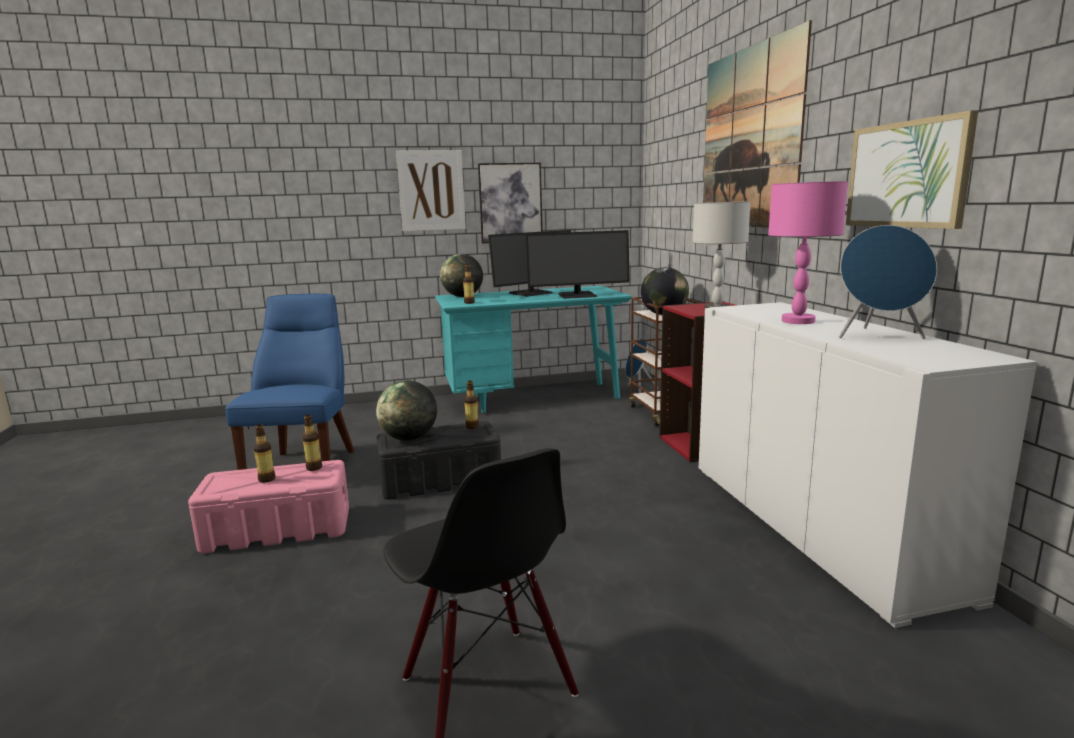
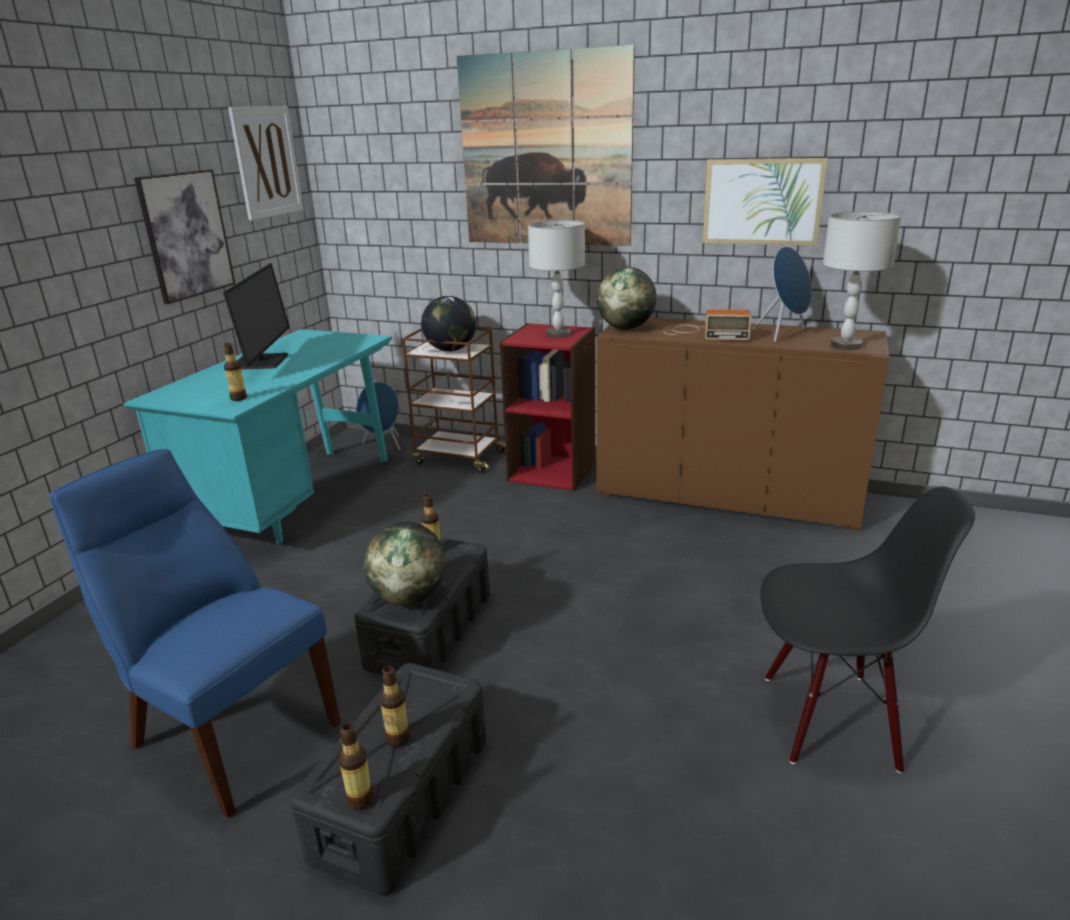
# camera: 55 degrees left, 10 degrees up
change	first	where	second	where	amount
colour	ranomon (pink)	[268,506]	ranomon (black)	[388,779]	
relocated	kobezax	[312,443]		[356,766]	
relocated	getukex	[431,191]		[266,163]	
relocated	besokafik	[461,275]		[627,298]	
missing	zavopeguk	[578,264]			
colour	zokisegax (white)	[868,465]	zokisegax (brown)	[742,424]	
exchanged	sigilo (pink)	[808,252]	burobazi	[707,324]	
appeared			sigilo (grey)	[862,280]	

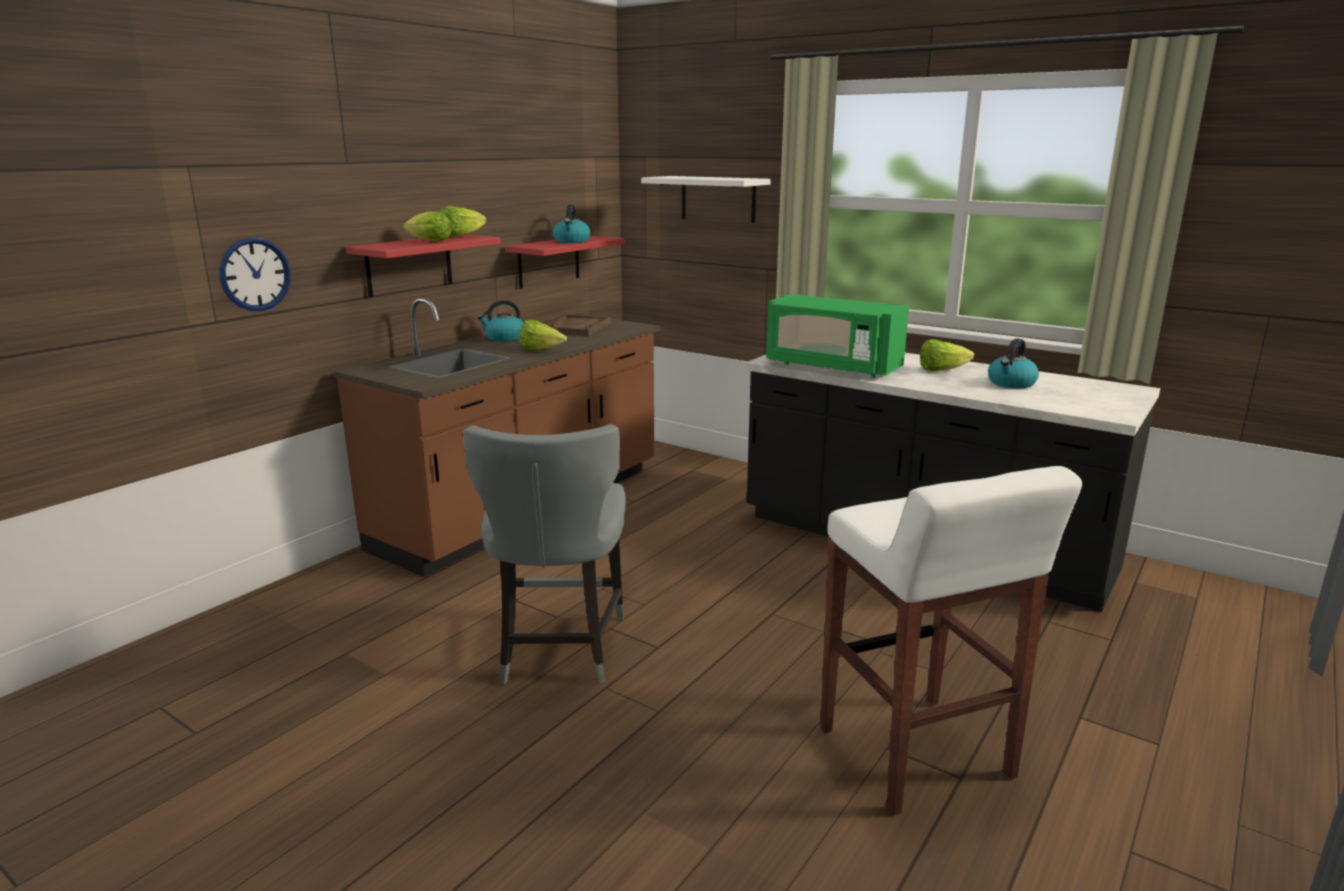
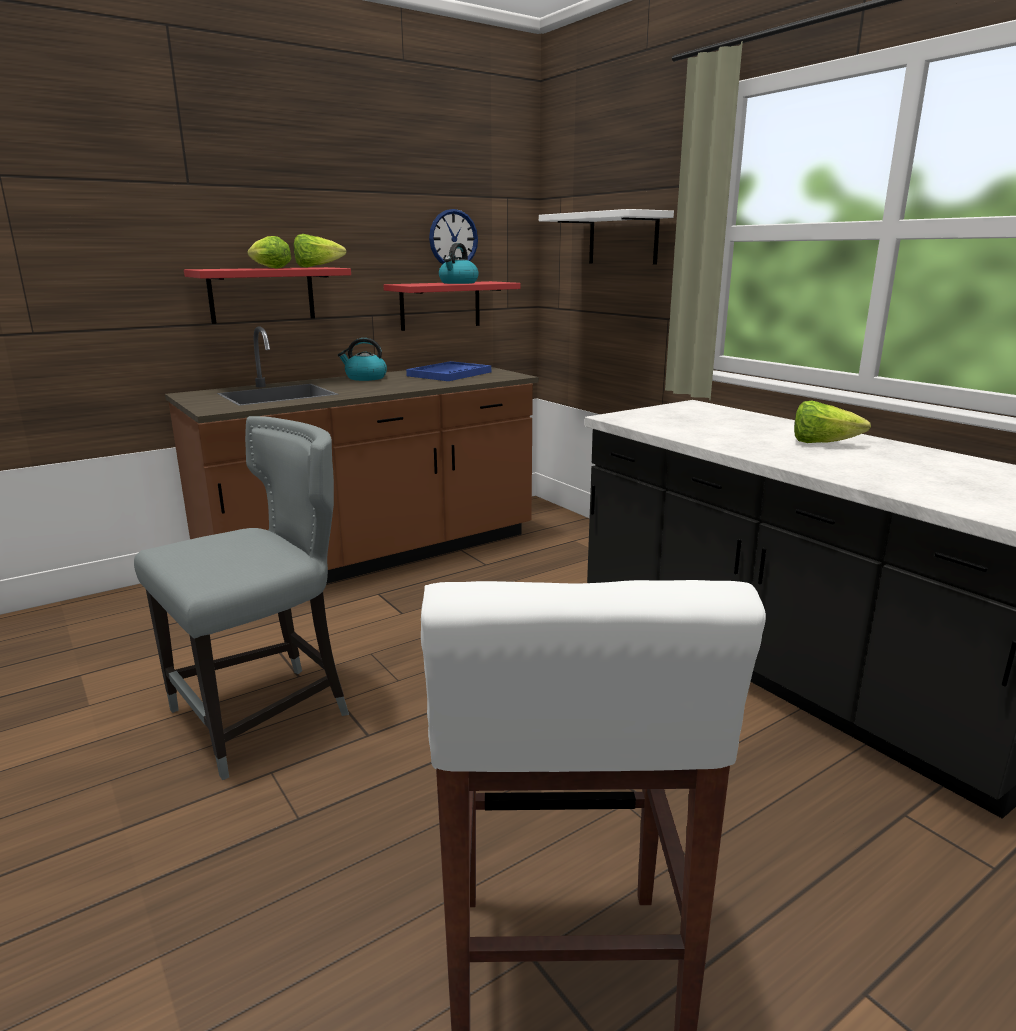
# camera: 20 degrees right, 0 degrees up
change	first	where	second	where	amount
relocated	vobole	[255,274]		[453,236]	
spun	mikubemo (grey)	[544,554]		[241,598]	150 degrees counterclockwise
missing	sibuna	[543,335]			
colour	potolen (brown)	[578,325]	potolen (blue)	[448,371]	
missing	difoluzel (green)	[837,336]			
missing	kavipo	[1013,363]			

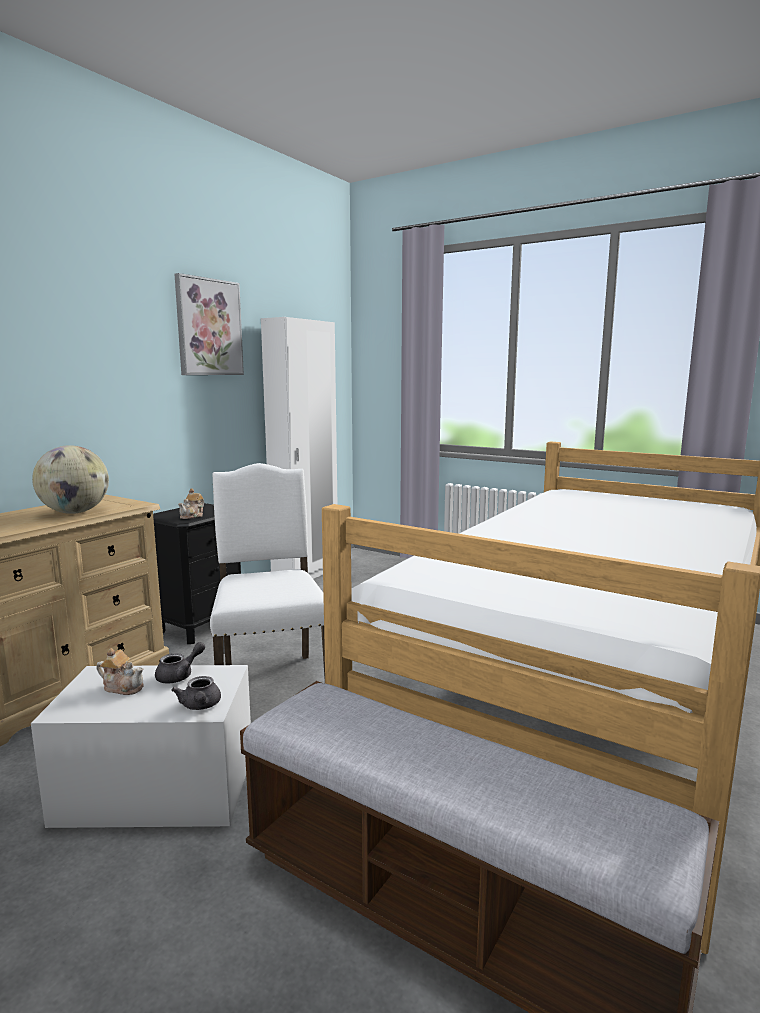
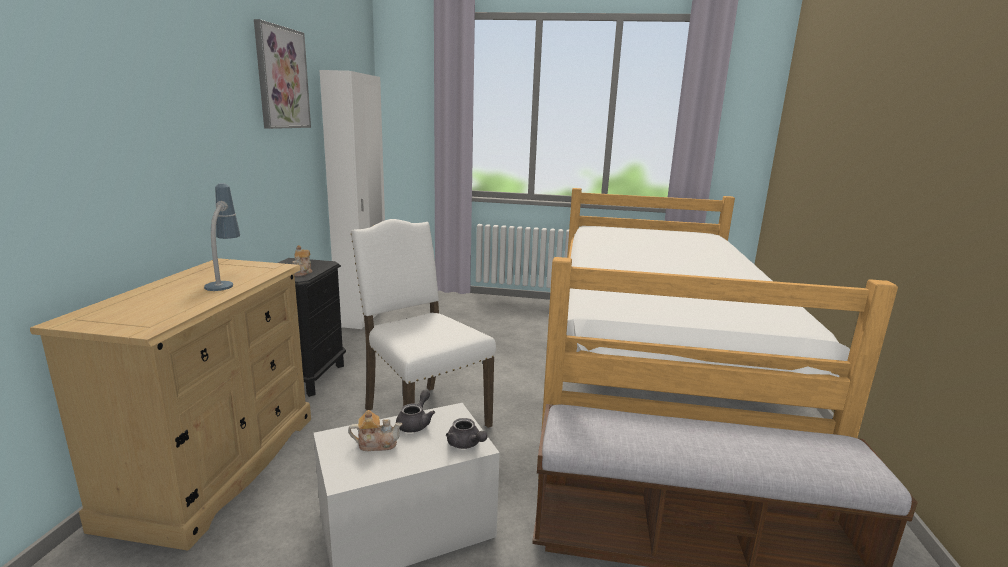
# camera: 25 degrees left, 5 degrees up
change	first	where	second	where	amount
exchanged	besokafik	[70,479]	sigilo	[222,237]	

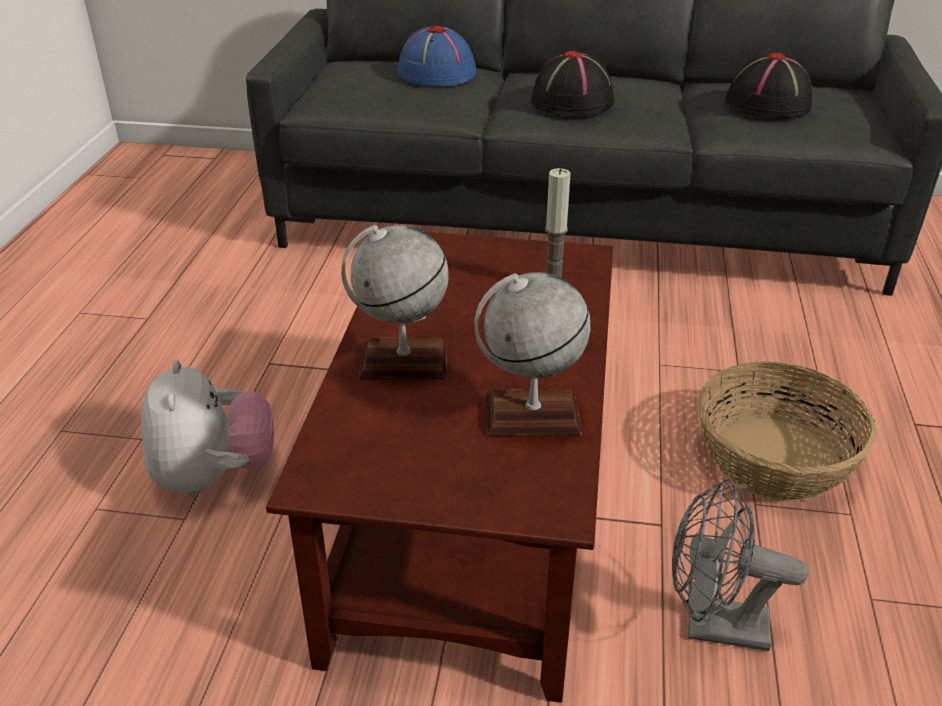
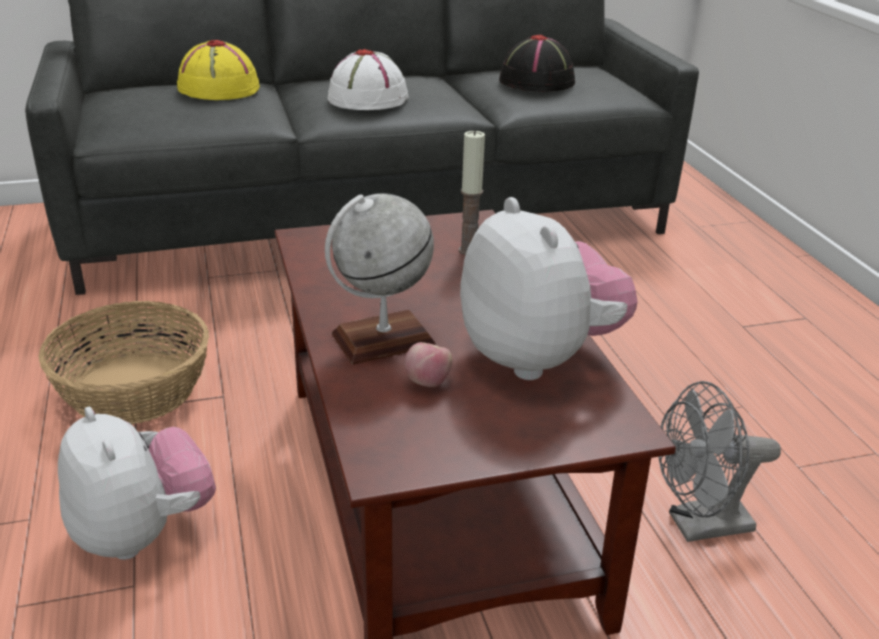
# camera: 25 degrees left, 5 degrees down
change	first	where	second	where	amount
colour	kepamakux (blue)	[437,56]	kepamakux (yellow)	[218,70]	
exchanged	besokafik	[533,354]	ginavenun	[548,288]	
colour	kepamakux (black)	[572,83]	kepamakux (white)	[367,79]	
relocated	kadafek	[787,431]		[123,362]	
appeared			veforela	[428,364]	

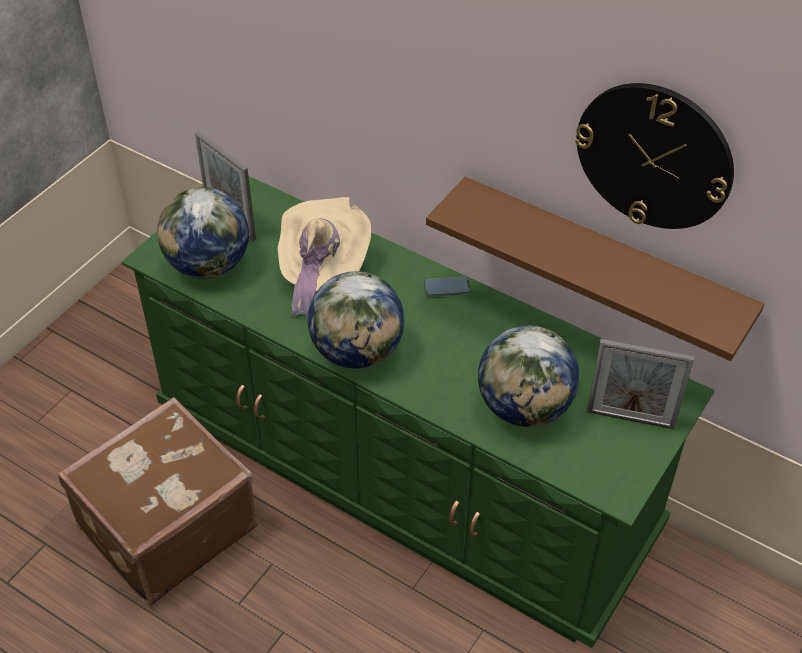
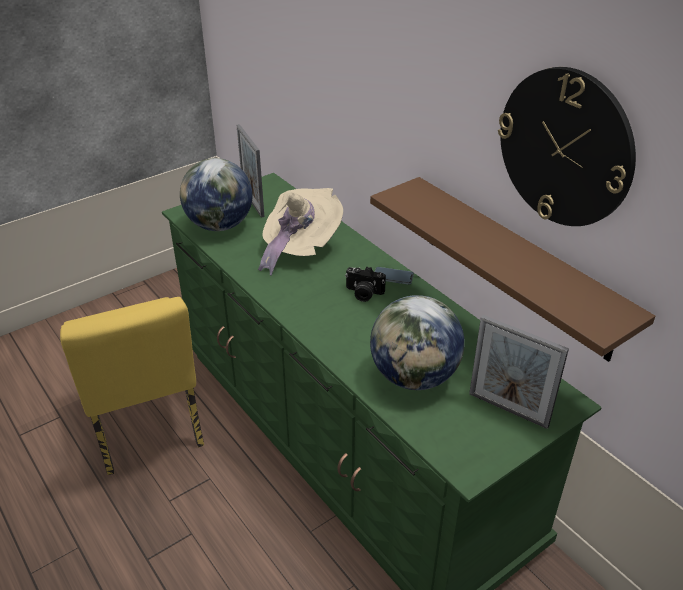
# camera: 20 degrees right, 10 degrees down
change	first	where	second	where	amount
exchanged	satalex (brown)	[158,501]	mikubemo (yellow)	[132,386]	
missing	besokafik	[355,320]			
appeared			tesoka	[365,284]	

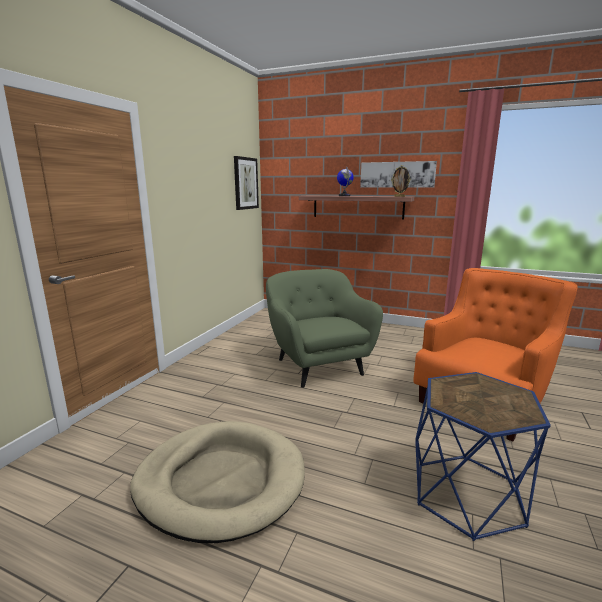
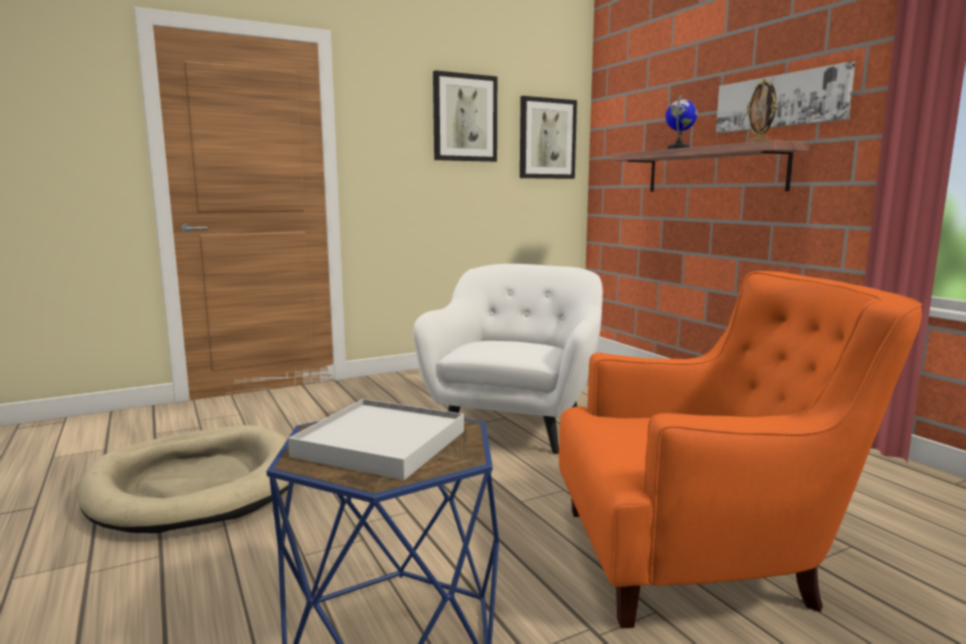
# camera: 40 degrees right, 5 degrees down
change	first	where	second	where	amount
colour	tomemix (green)	[324,328]	tomemix (white)	[508,359]	
appeared			potolen (white)	[376,439]	
appeared			getukex	[465,116]	

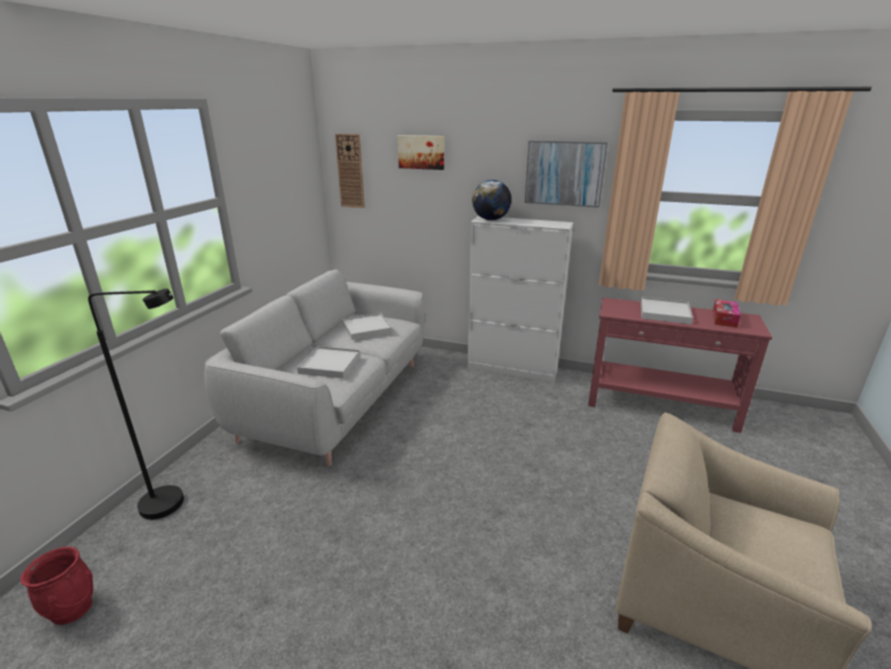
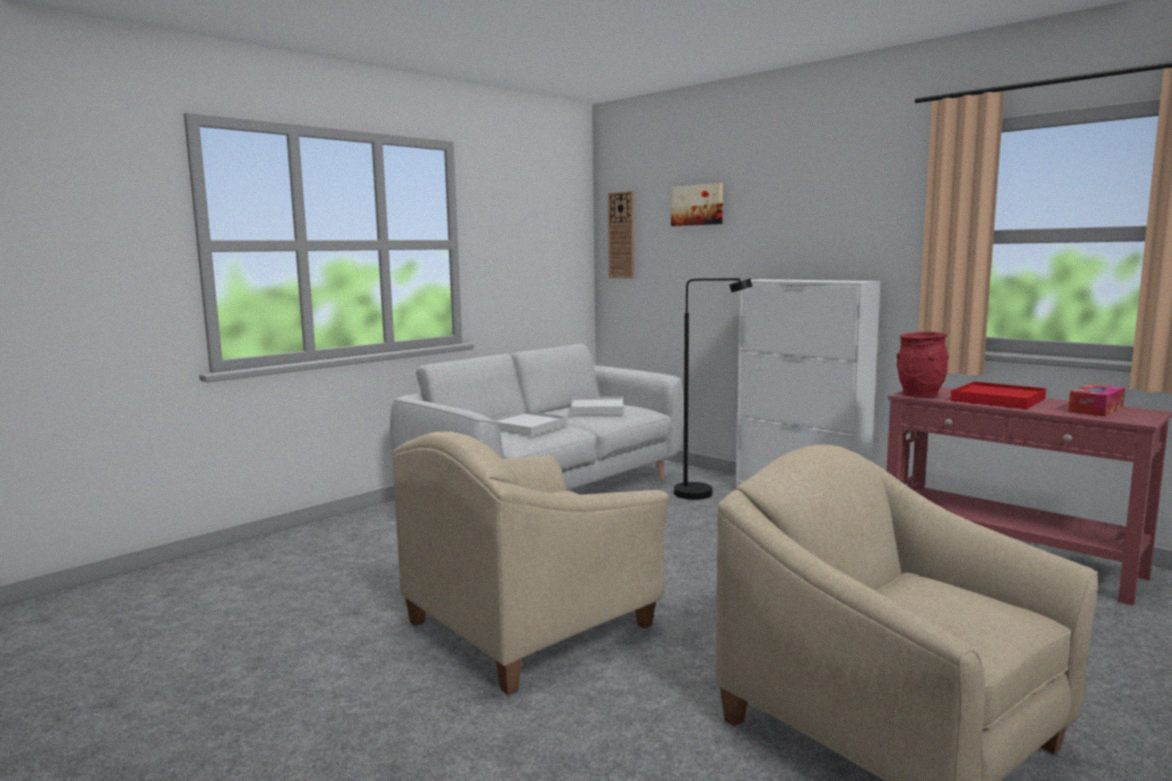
# camera: 25 degrees right, 15 degrees down
change	first	where	second	where	amount
relocated	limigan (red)	[57,585]		[922,364]	
relocated	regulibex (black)	[136,404]		[713,389]	
missing	besokafik	[492,200]			
missing	getukex	[566,174]			
colour	potolen (white)	[667,311]	potolen (red)	[998,395]	
appeared			tomemix (beige)	[530,563]	

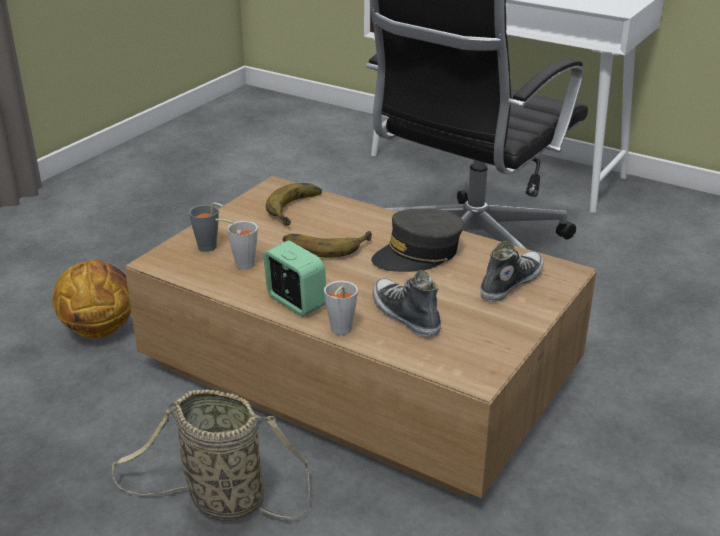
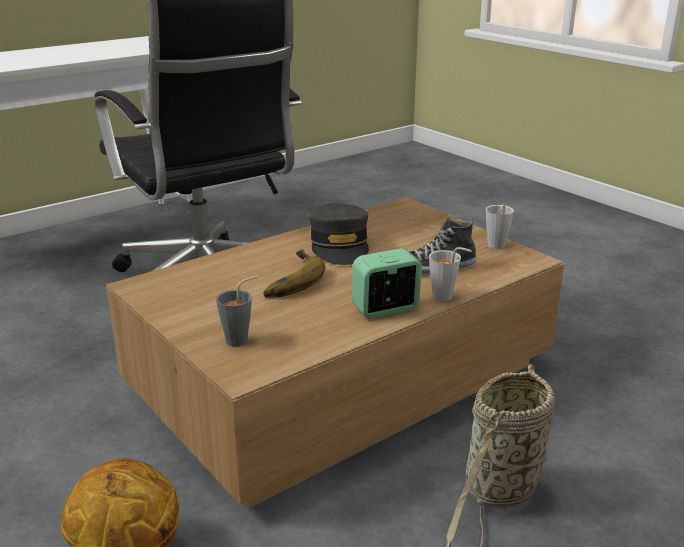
# camera: 70 degrees left, 5 degrees down
change	first	where	second	where	amount
relocated	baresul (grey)	[237,244]		[500,226]	
missing	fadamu	[294,204]			
missing	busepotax	[512,271]			

